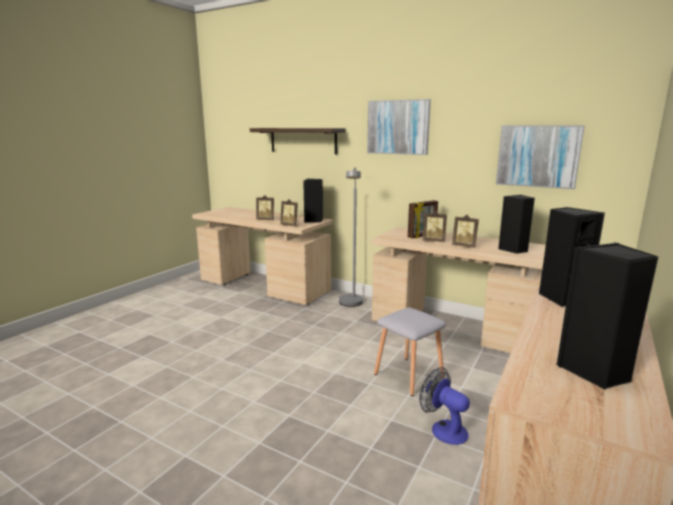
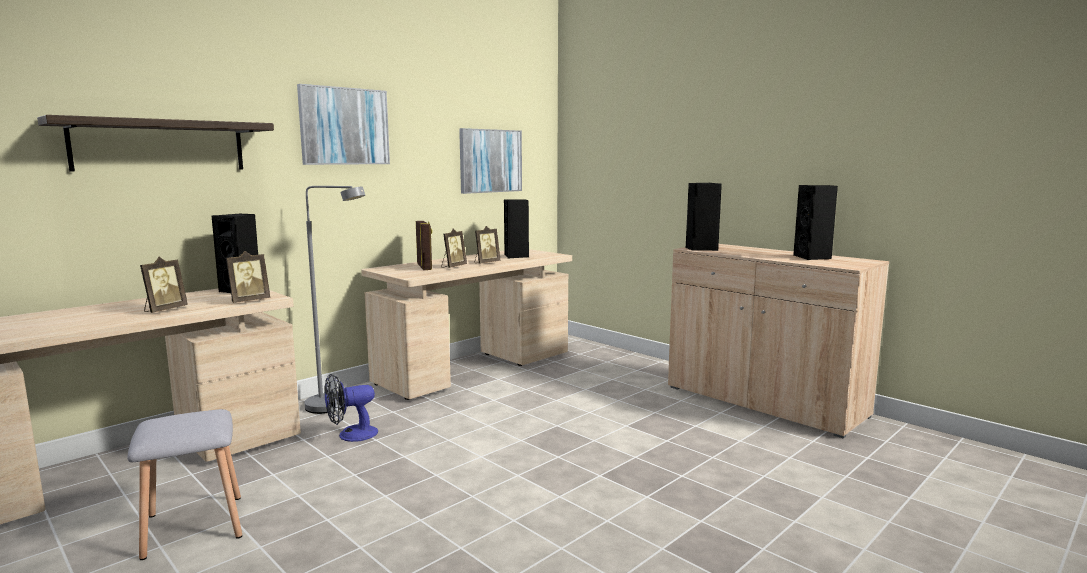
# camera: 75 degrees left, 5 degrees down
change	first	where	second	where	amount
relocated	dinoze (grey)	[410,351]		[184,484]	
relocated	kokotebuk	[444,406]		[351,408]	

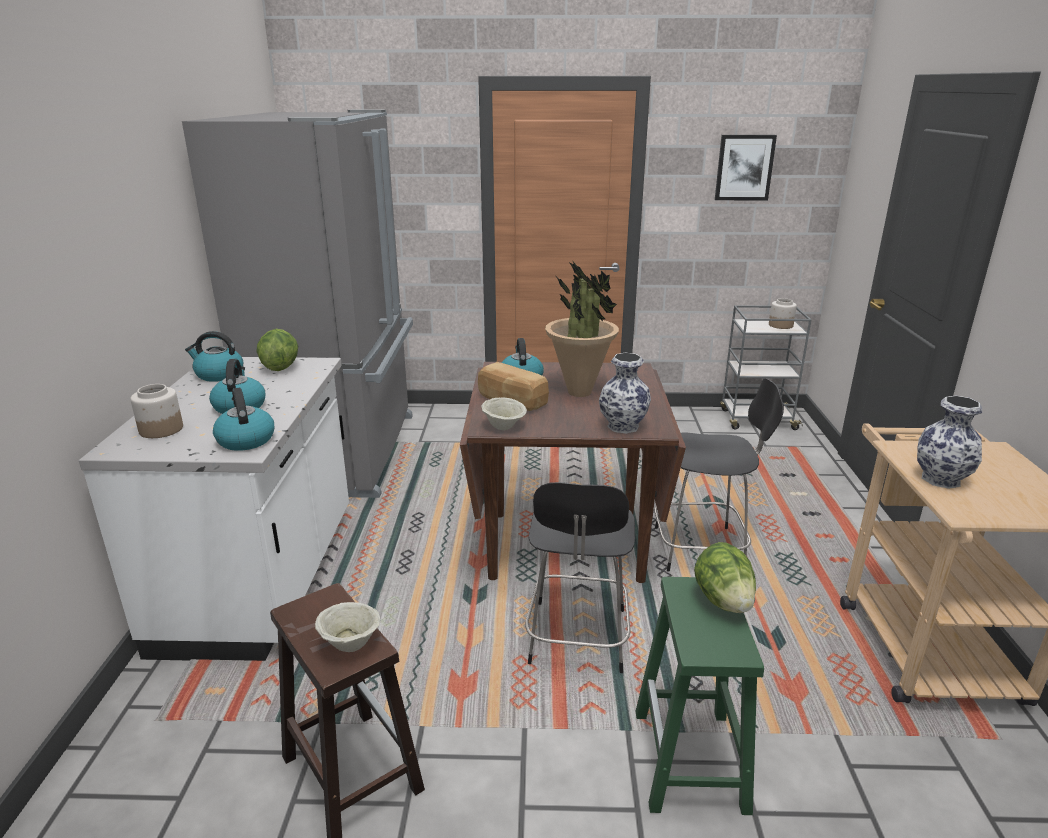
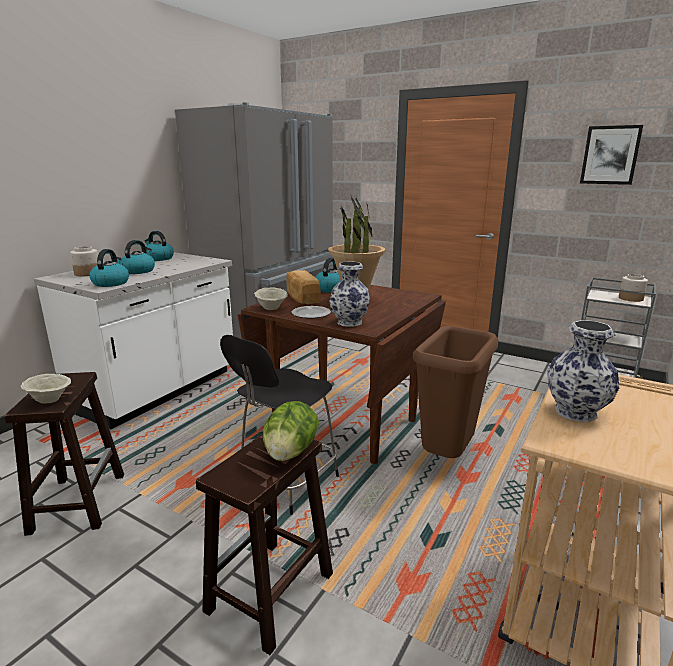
# camera: 30 degrees right, 5 degrees down
change	first	where	second	where	amount
missing	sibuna	[277,350]			
colour	dinoze (green)	[700,696]	dinoze (brown)	[264,544]	
exchanged	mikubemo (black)	[719,474]	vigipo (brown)	[455,392]	
appeared			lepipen	[311,312]	

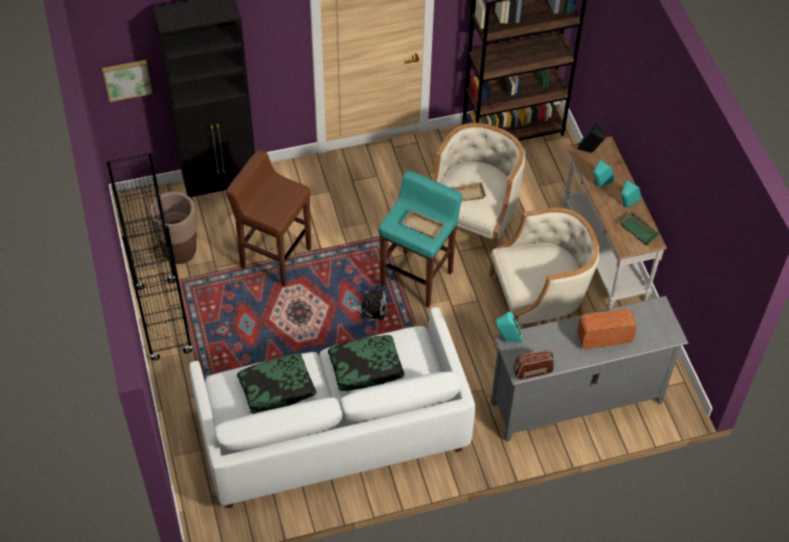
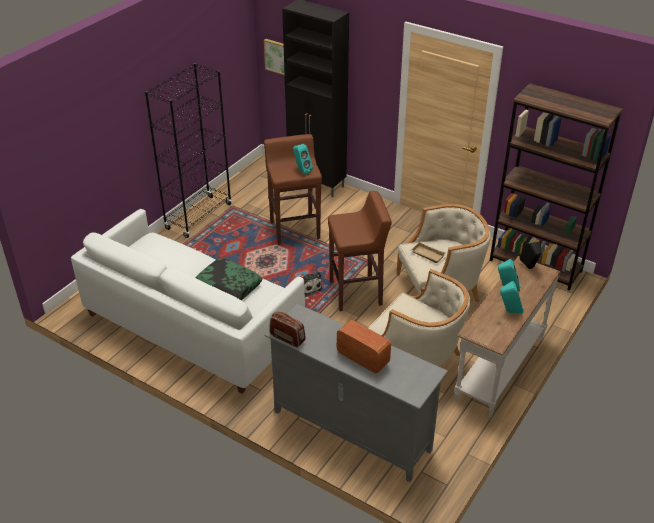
# camera: 50 degrees right, 15 degrees down
change	first	where	second	where	amount
missing	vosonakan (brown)	[173,228]			
missing	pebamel	[276,383]			
colour	dinoze (turquoise)	[420,239]	dinoze (brown)	[360,251]	
missing	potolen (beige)	[423,224]			
relocated	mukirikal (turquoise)	[509,327]		[303,159]	
missing	potolen (green)	[640,228]			

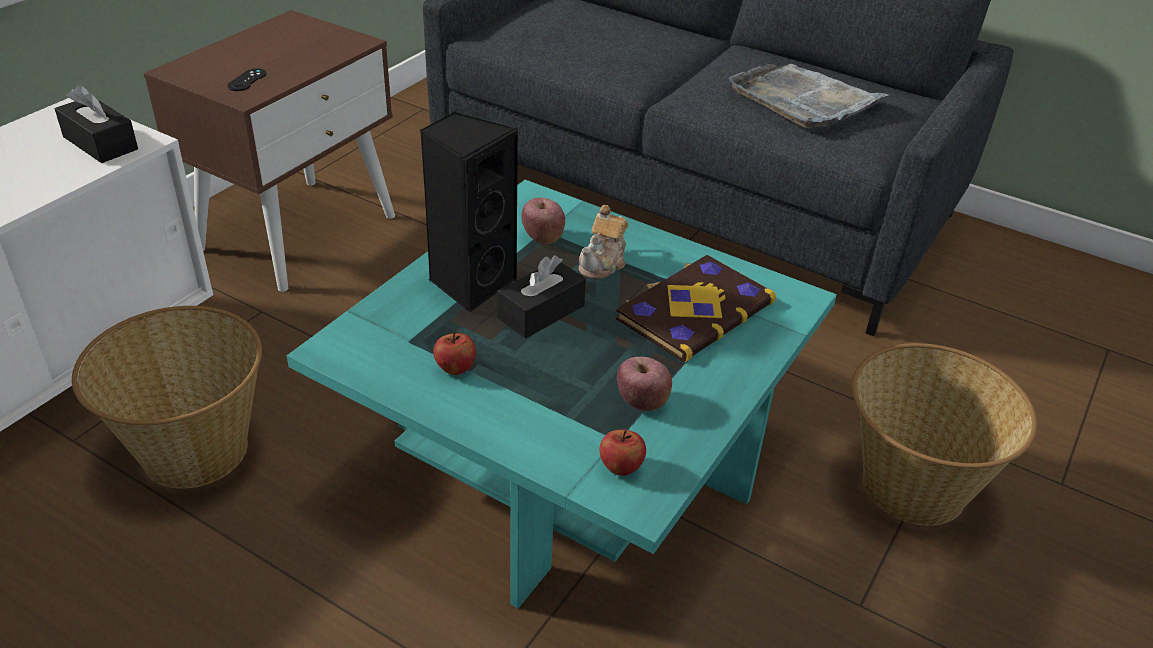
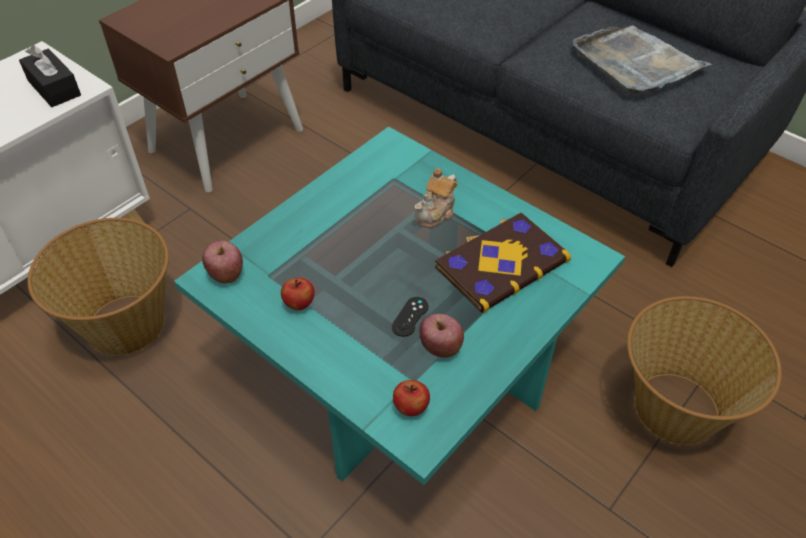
# camera: 10 degrees right, 10 degrees up
change	first	where	second	where	amount
relocated	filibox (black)	[247,79]		[410,317]	
missing	mukirikal (black)	[469,212]			
missing	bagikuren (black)	[541,296]			
relocated	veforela	[543,220]		[222,262]	

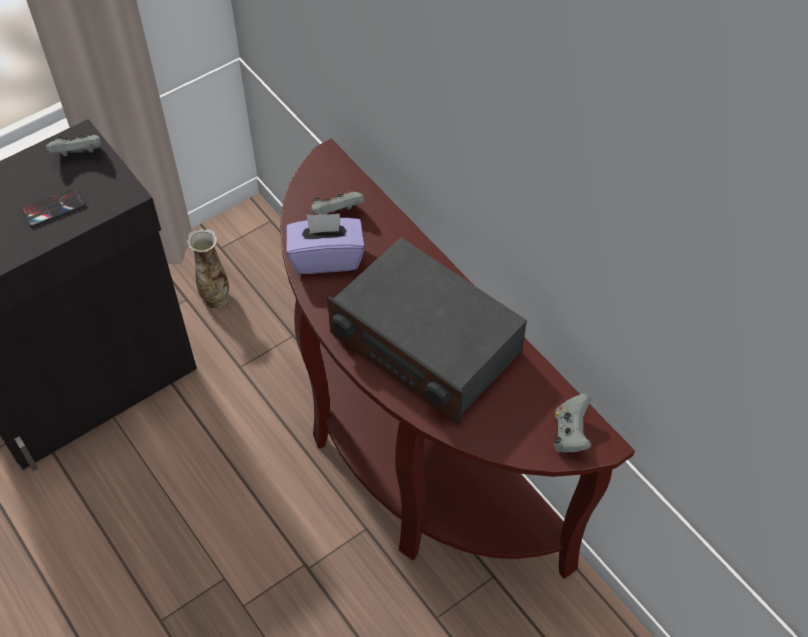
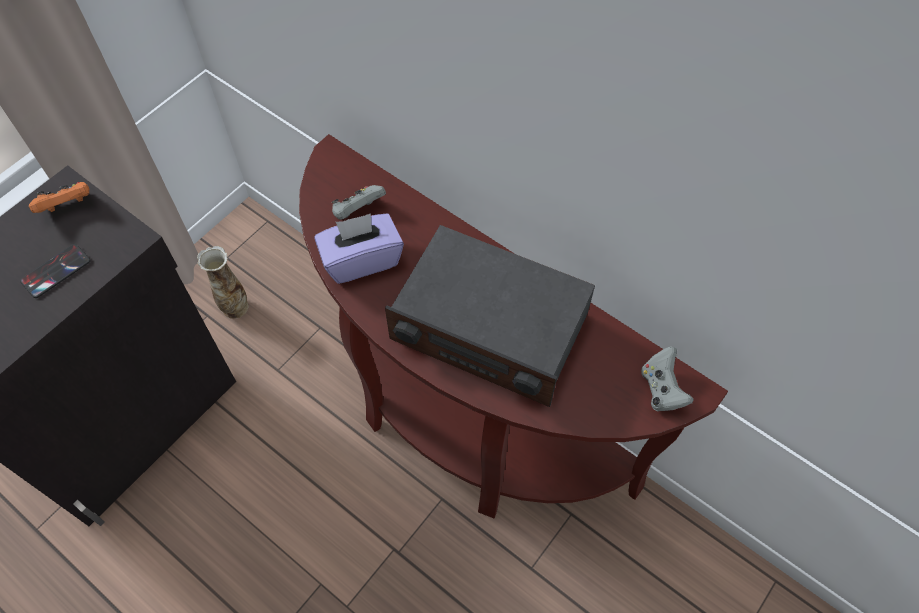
# camera: 15 degrees left, 5 degrees up
change	first	where	second	where	amount
colour	filibox (grey)	[73,146]	filibox (orange)	[59,197]	

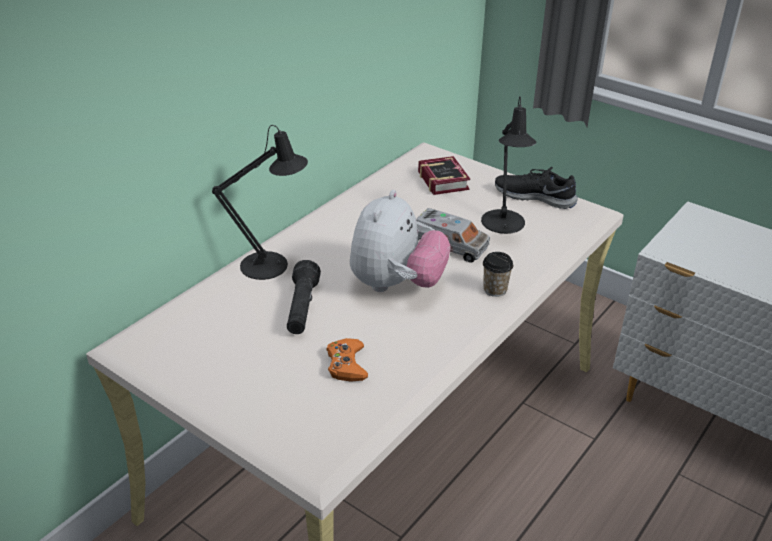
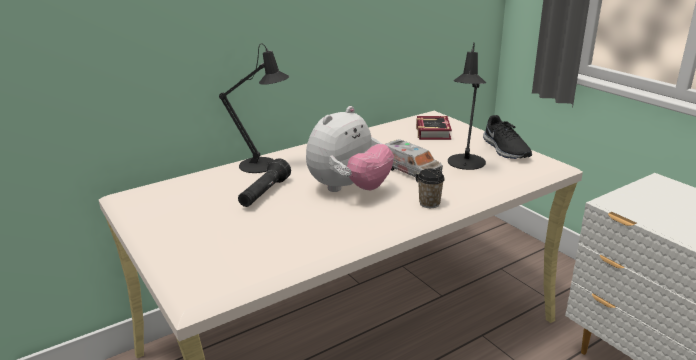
# camera: 20 degrees right, 10 degrees down
change	first	where	second	where	amount
missing	filibox (orange)	[347,360]			
spun	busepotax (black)	[536,188]		[507,137]	150 degrees counterclockwise

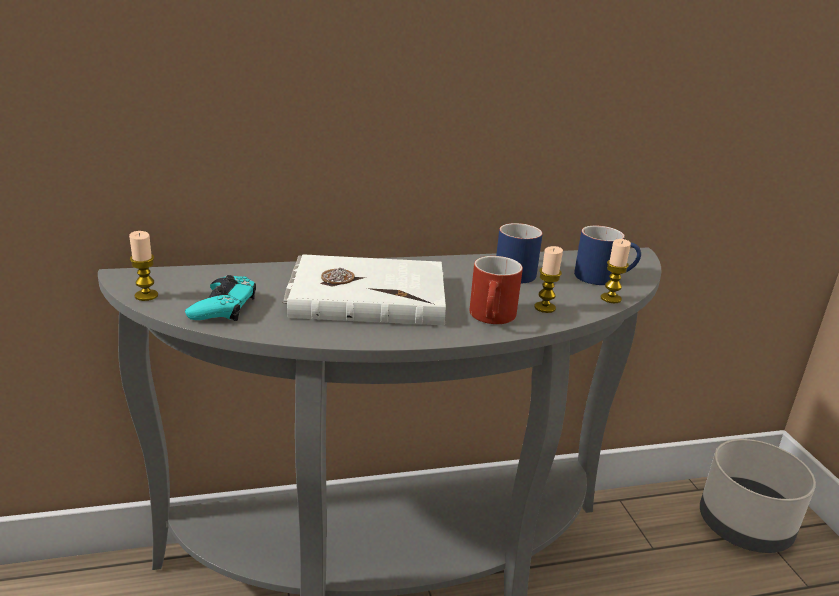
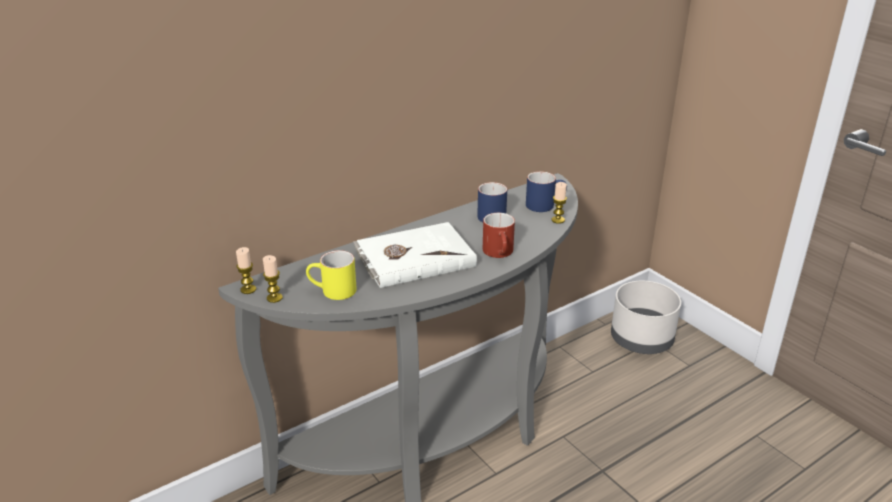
# camera: 20 degrees left, 5 degrees up
change	first	where	second	where	amount
exchanged	filibox (turquoise)	[220,298]	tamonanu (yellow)	[331,275]	
relocated	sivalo	[548,279]		[246,270]	

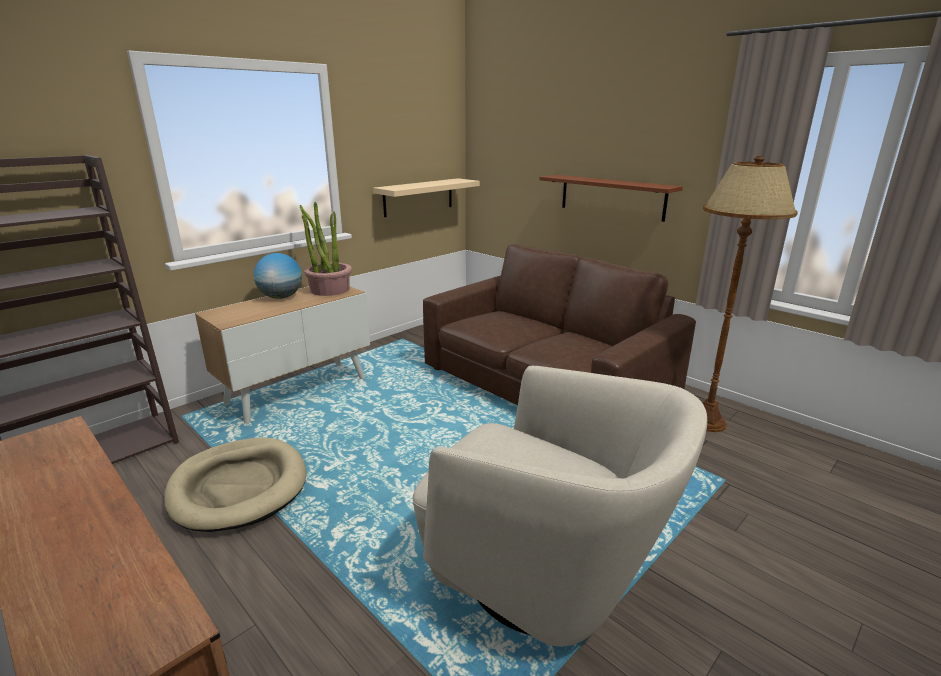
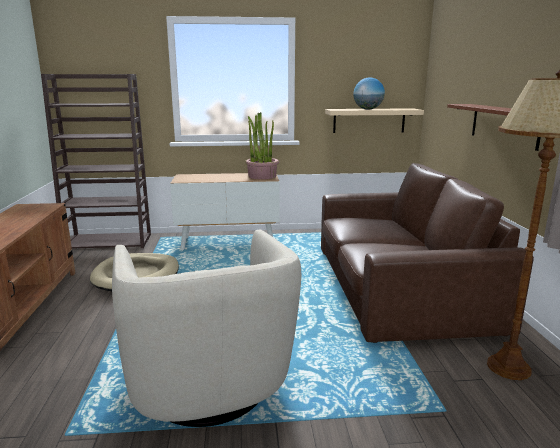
# camera: 40 degrees right, 5 degrees down
change	first	where	second	where	amount
relocated	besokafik	[278,276]		[369,93]	

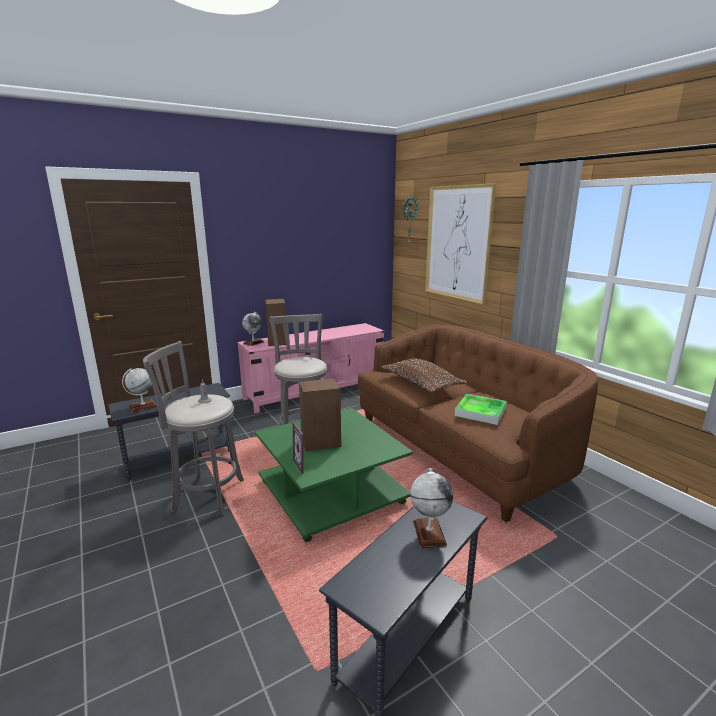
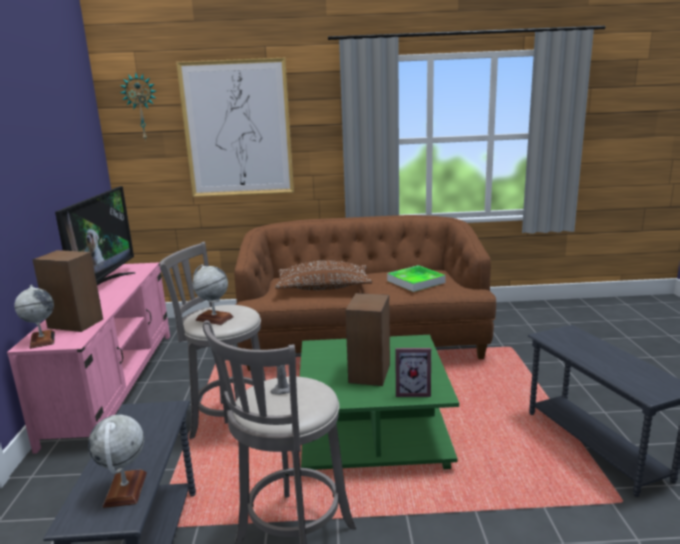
# camera: 60 degrees left, 0 degrees up
change	first	where	second	where	amount
relocated	besokafik	[431,508]		[213,294]	
appeared			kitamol	[95,235]	

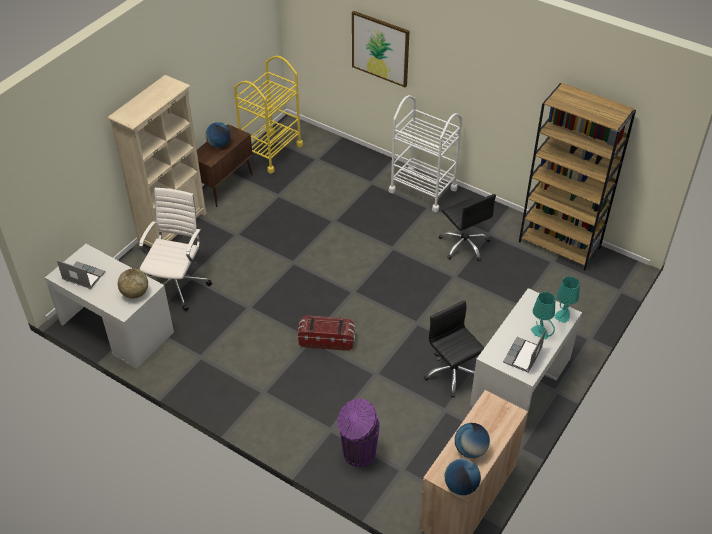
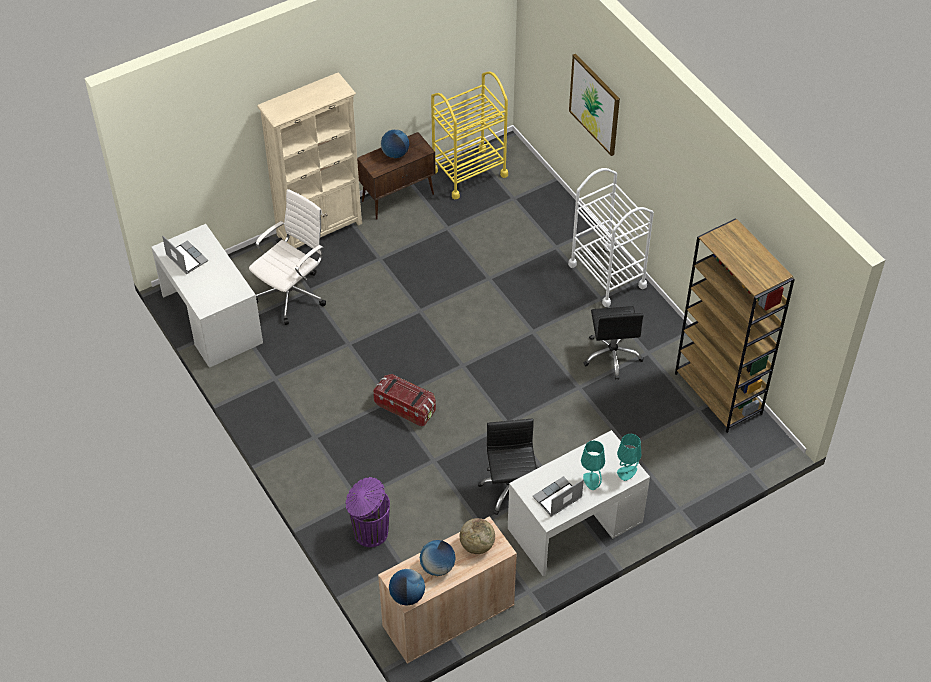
# camera: 25 degrees right, 5 degrees up
change	first	where	second	where	amount
relocated	besokafik	[133,284]		[477,536]	

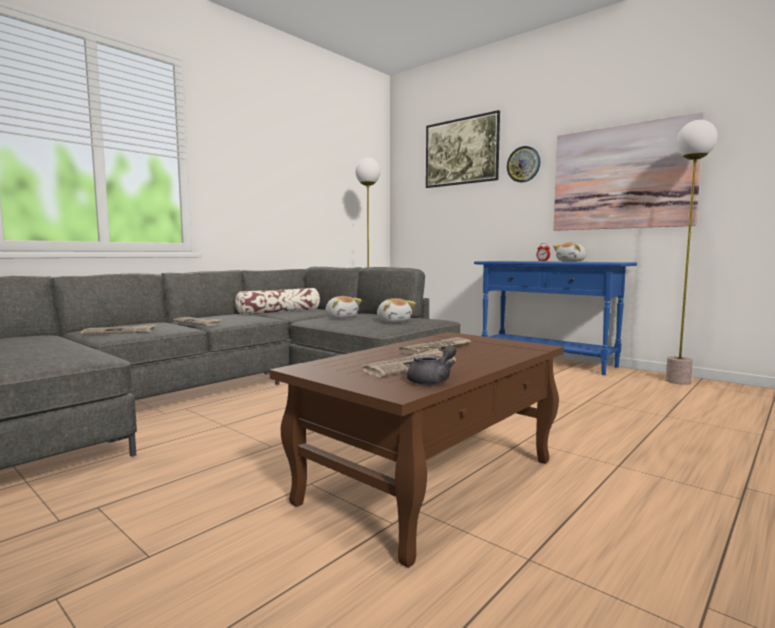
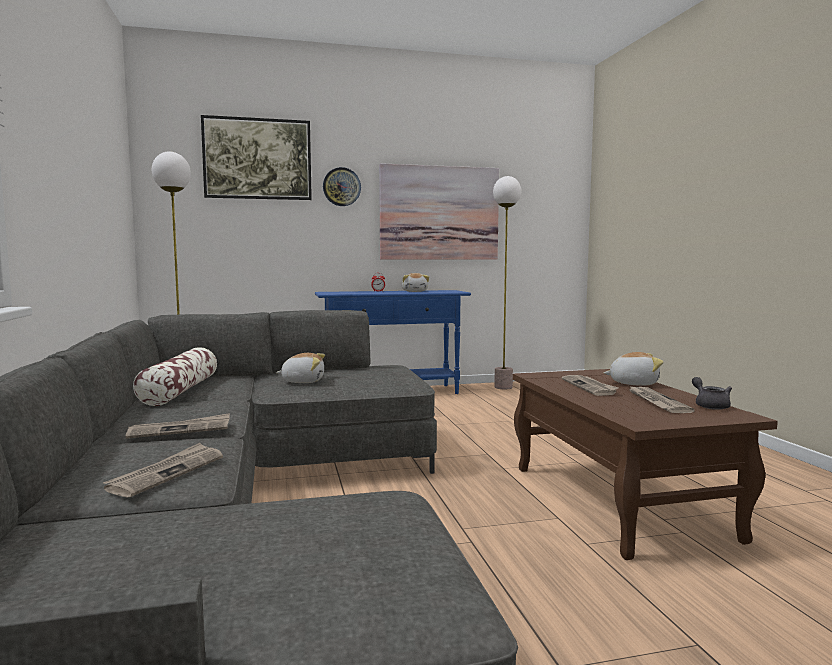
# camera: 55 degrees left, 0 degrees up
change	first	where	second	where	amount
relocated	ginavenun	[396,310]		[634,369]	

